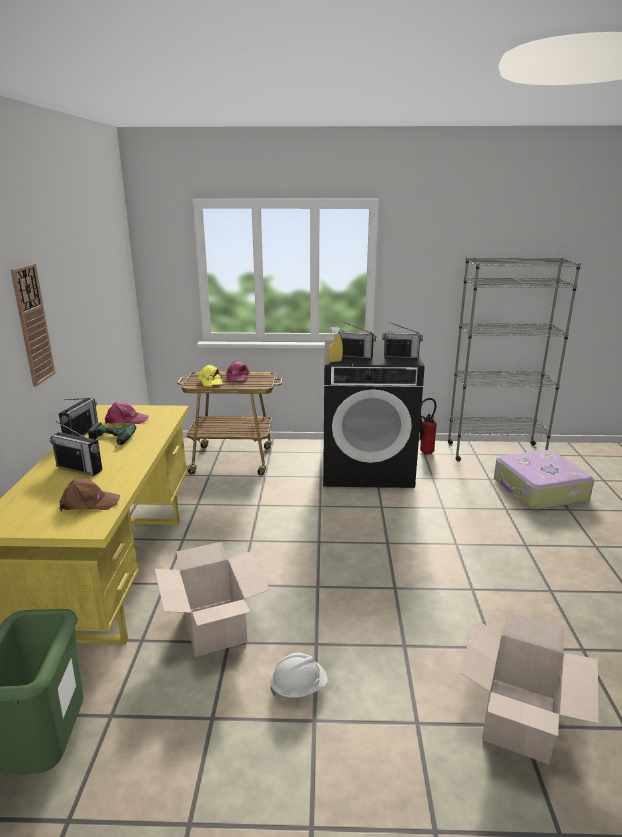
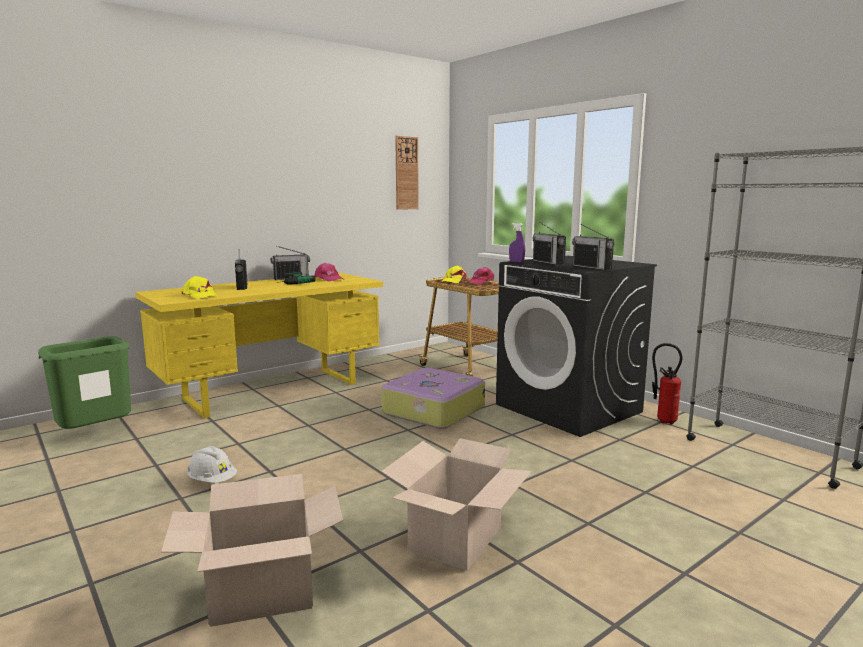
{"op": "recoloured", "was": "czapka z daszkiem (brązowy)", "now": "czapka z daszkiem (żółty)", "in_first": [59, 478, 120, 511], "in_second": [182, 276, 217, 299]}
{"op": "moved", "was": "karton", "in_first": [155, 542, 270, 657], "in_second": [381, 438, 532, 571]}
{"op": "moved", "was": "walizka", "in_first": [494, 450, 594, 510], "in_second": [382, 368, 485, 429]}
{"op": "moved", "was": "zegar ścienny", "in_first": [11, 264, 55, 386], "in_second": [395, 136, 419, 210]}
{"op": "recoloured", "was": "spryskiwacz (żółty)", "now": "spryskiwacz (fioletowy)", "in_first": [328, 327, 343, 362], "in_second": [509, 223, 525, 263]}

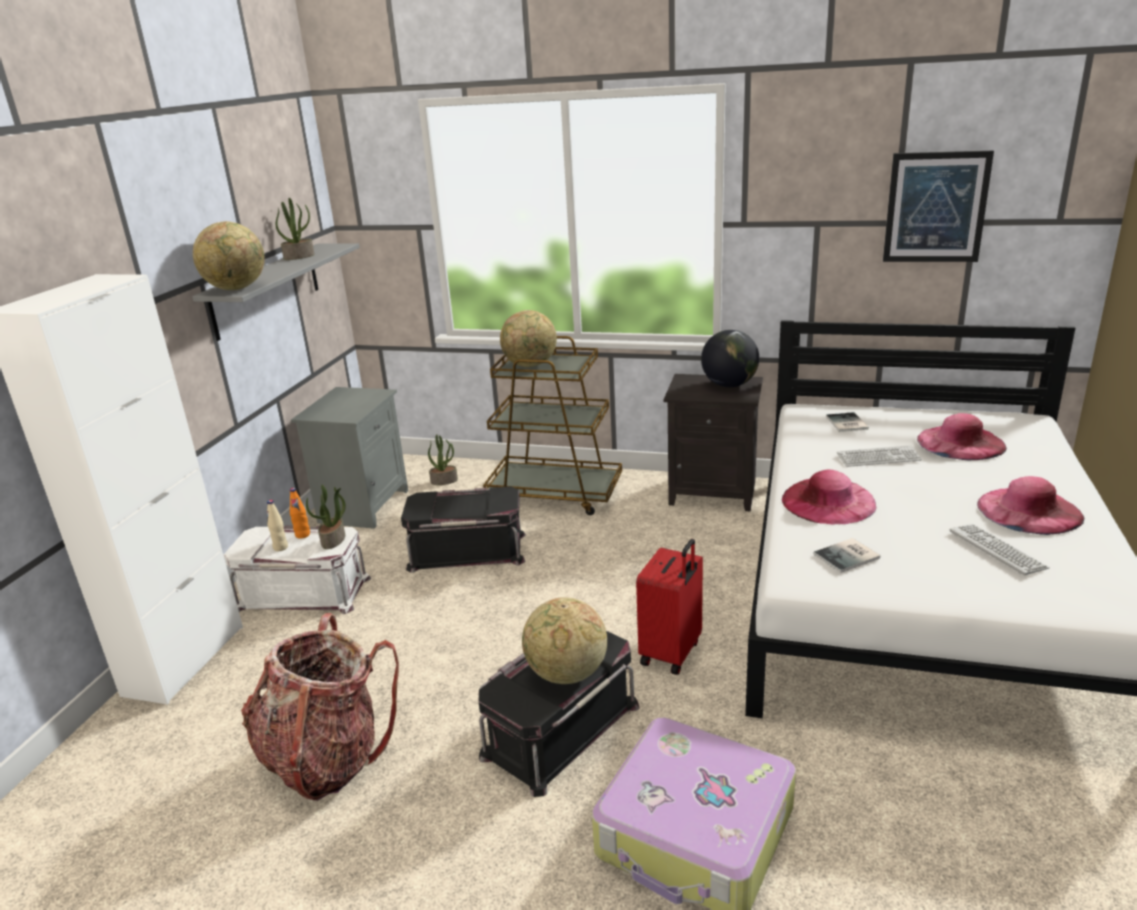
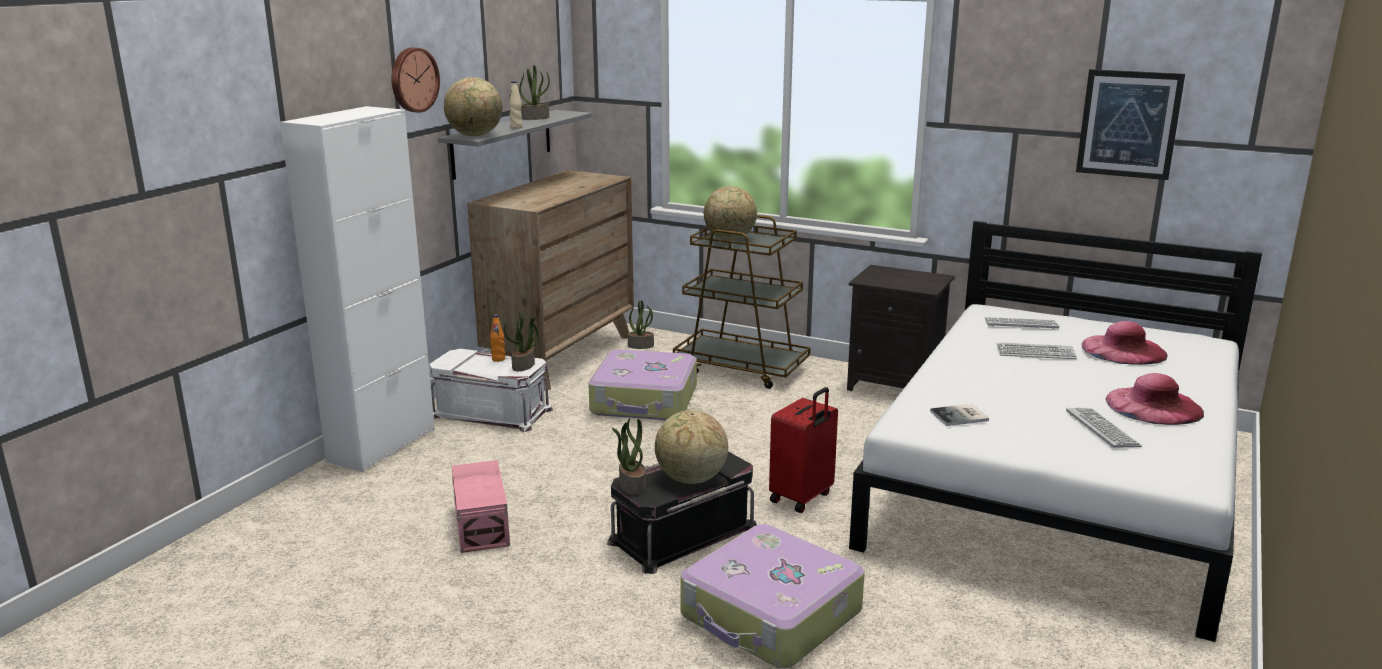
{"op": "added", "now": "zegar ścienny", "in_second": [392, 48, 440, 113]}
{"op": "replaced", "was": "plecak", "now": "pojemnik do przechowywania (różowy)", "in_first": [241, 613, 399, 801], "in_second": [452, 460, 510, 553]}
{"op": "replaced", "was": "szafka nocna (szary)", "now": "komoda (brązowy)", "in_first": [291, 387, 408, 529], "in_second": [467, 170, 634, 391]}
{"op": "moved", "was": "butelka (beżowy)", "in_first": [267, 500, 288, 551], "in_second": [509, 81, 523, 129]}
{"op": "replaced", "was": "pojemnik do przechowywania (czarny)", "now": "walizka", "in_first": [401, 486, 526, 573], "in_second": [588, 349, 697, 420]}
{"op": "added", "now": "roślina doniczkowa", "in_second": [612, 418, 646, 495]}
{"op": "replaced", "was": "książka", "now": "klawiatura", "in_first": [826, 412, 869, 432], "in_second": [985, 317, 1059, 329]}
{"op": "removed", "was": "globus", "in_first": [701, 330, 759, 387]}
{"op": "removed", "was": "kapelusz (różowy)", "in_first": [782, 470, 876, 524]}

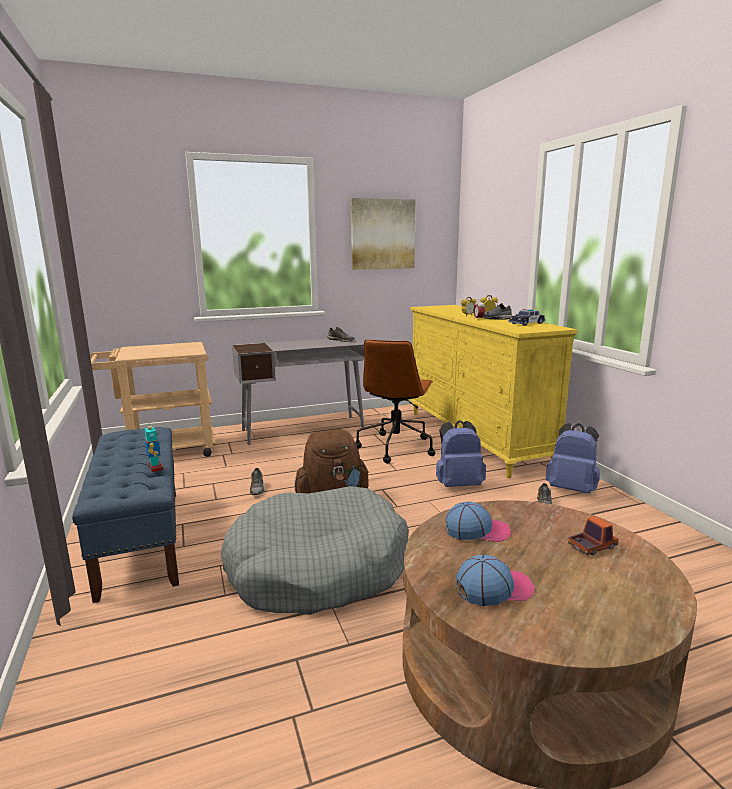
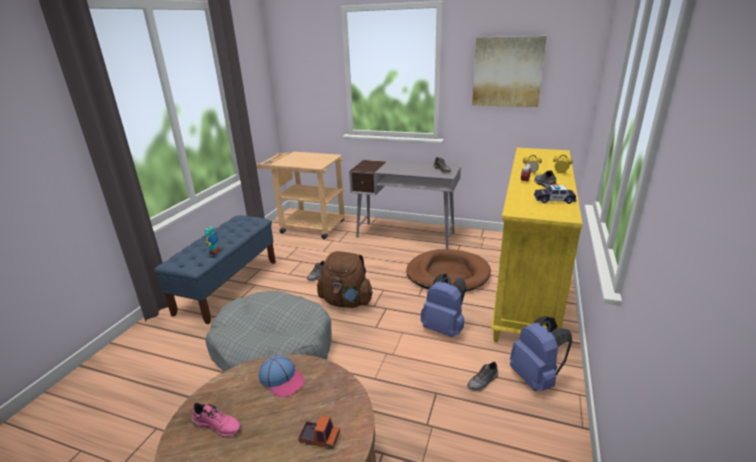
{"op": "replaced", "was": "czapka z daszkiem", "now": "but (różowy)", "in_first": [456, 554, 535, 606], "in_second": [191, 403, 241, 437]}
{"op": "replaced", "was": "krzesło biurowe (brązowy)", "now": "legowisko (brązowy)", "in_first": [356, 339, 435, 463], "in_second": [406, 249, 491, 292]}

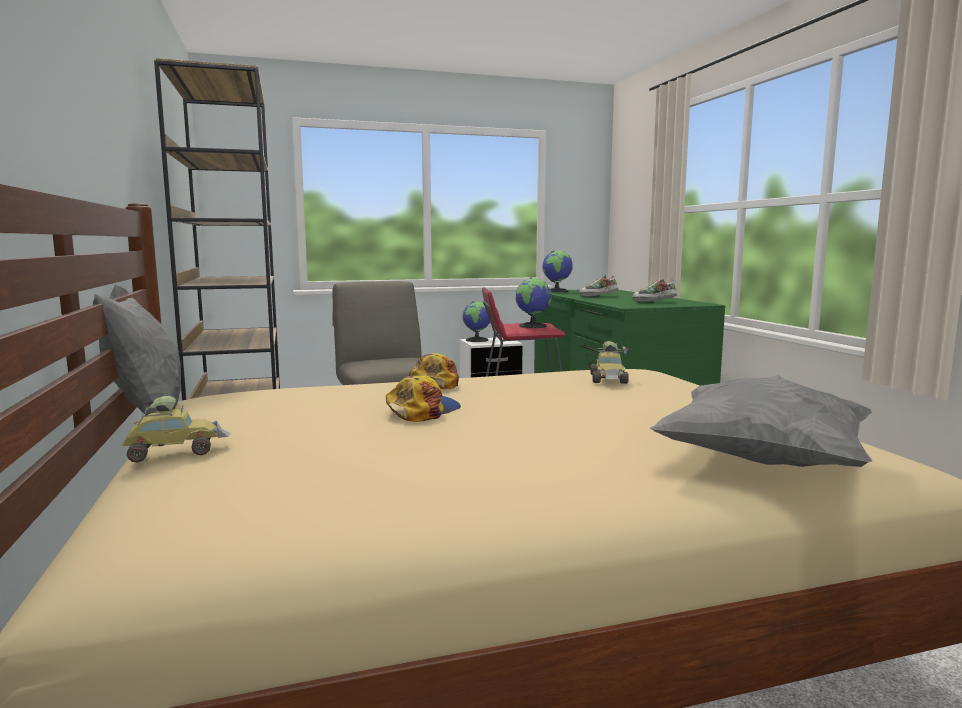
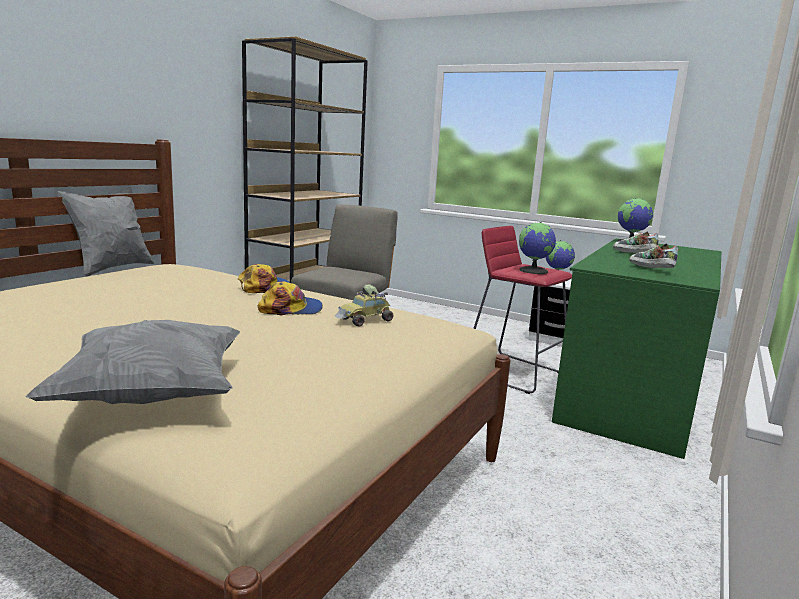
{"op": "moved", "was": "czapka z daszkiem", "in_first": [386, 376, 461, 422], "in_second": [258, 281, 323, 315]}
{"op": "removed", "was": "samochodzik", "in_first": [123, 396, 231, 463]}

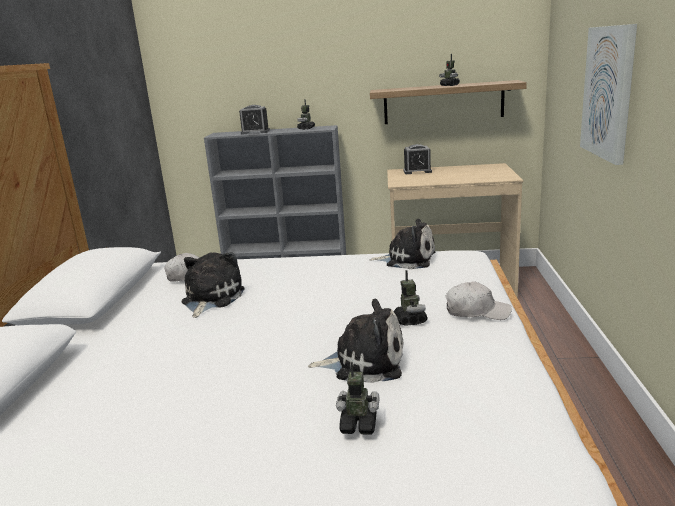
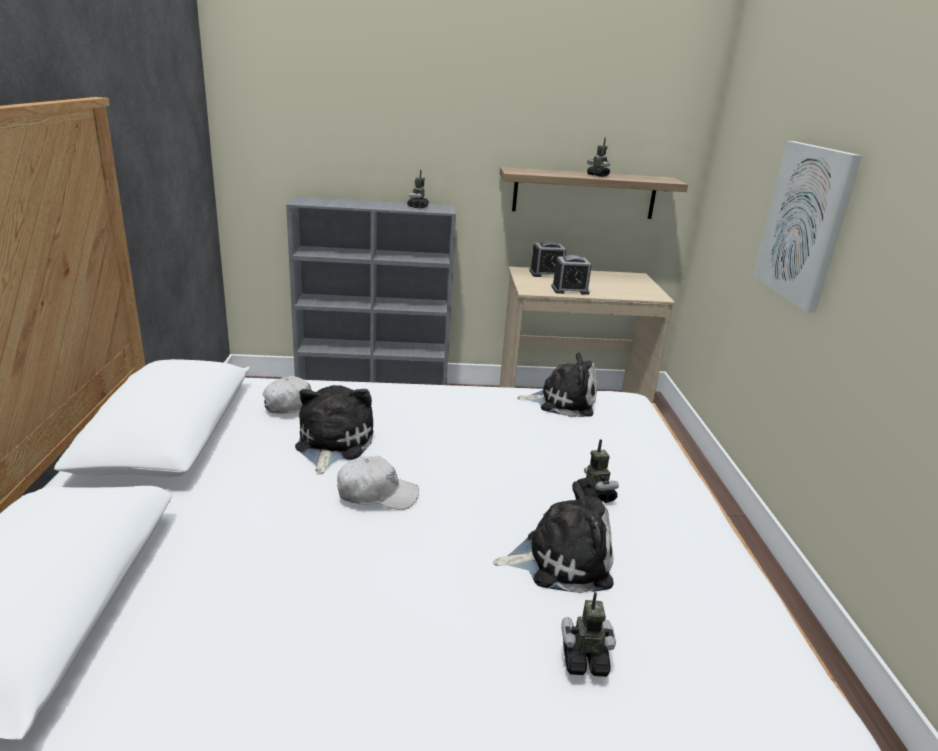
{"op": "moved", "was": "czapka z daszkiem (biały)", "in_first": [446, 281, 512, 320], "in_second": [337, 456, 419, 510]}
{"op": "moved", "was": "budzik", "in_first": [239, 105, 270, 135], "in_second": [551, 255, 591, 295]}

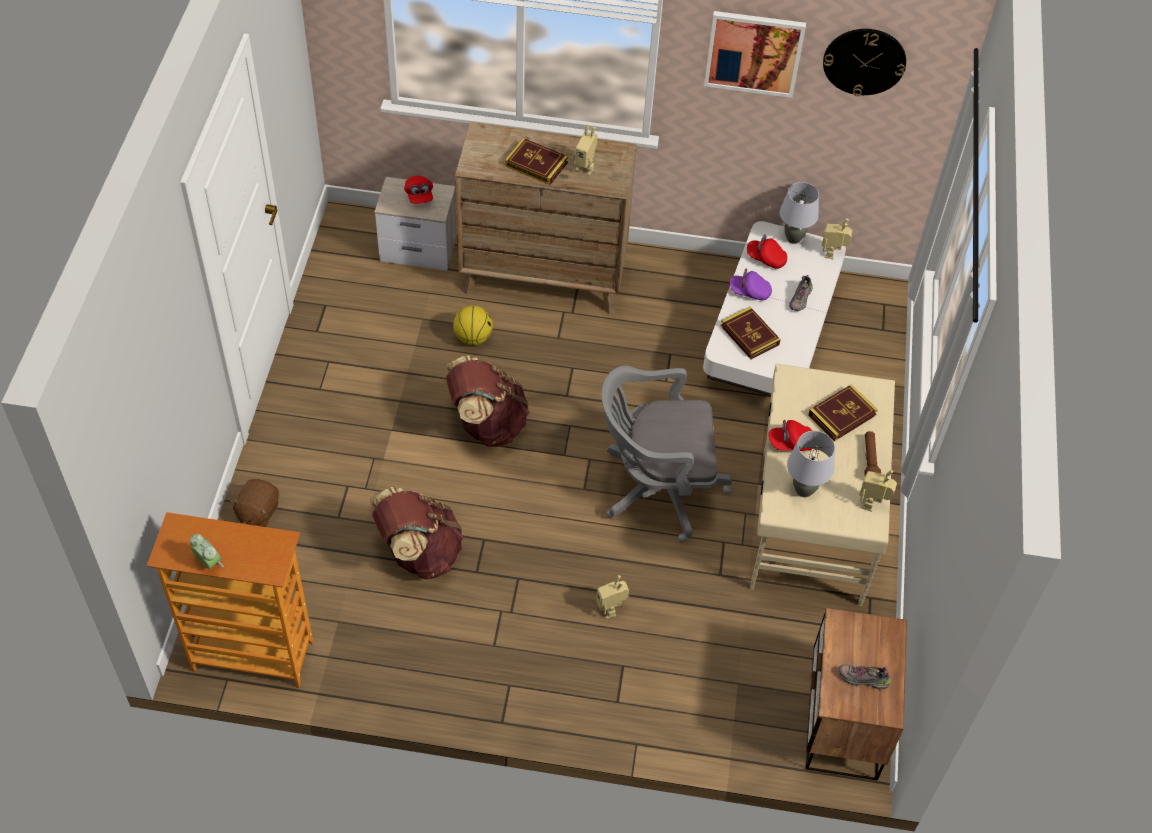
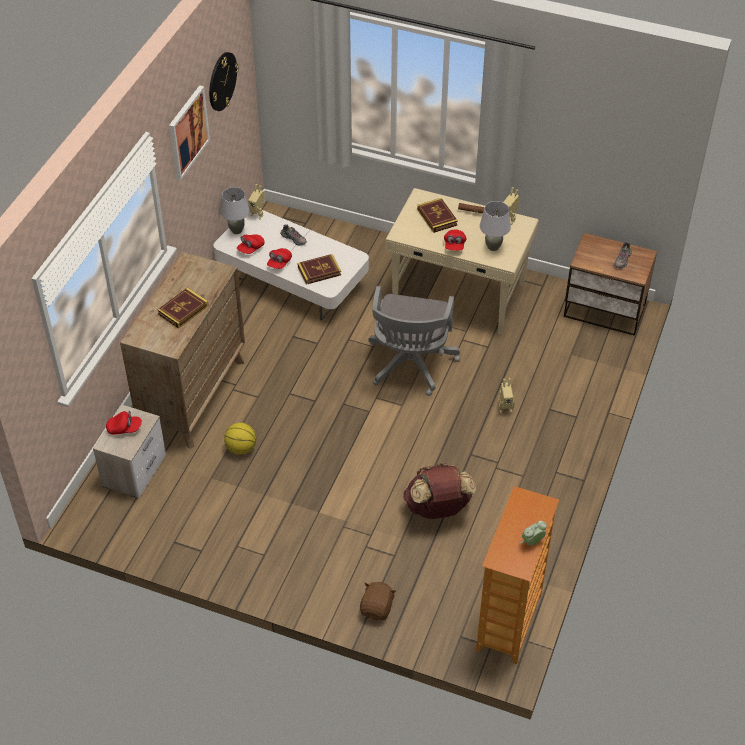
{"op": "recoloured", "was": "czapka z daszkiem (fioletowy)", "now": "czapka z daszkiem (czerwony)", "in_first": [730, 269, 772, 301], "in_second": [267, 248, 292, 269]}
{"op": "turned", "was": "pluszak (brązowy)", "in_first": [230, 479, 279, 527], "in_second": [360, 582, 396, 620], "clockwise": -105}
{"op": "removed", "was": "plecak (brązowy)", "in_first": [446, 355, 530, 447]}
{"op": "removed", "was": "robot zabawkowy", "in_first": [573, 124, 598, 176]}

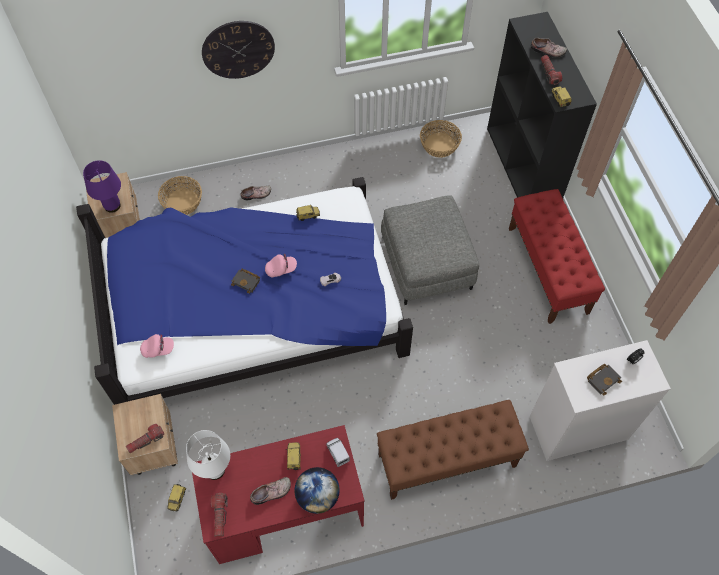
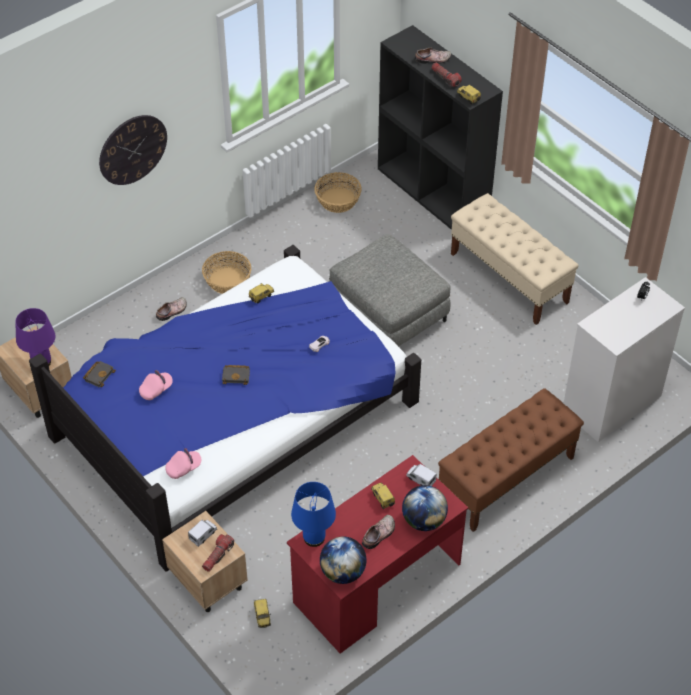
{"op": "moved", "was": "książka (czarny)", "in_first": [587, 364, 622, 396], "in_second": [83, 361, 116, 388]}
{"op": "moved", "was": "czapka z daszkiem (różowy)", "in_first": [265, 254, 297, 278], "in_second": [139, 370, 173, 400]}
{"op": "added", "now": "ciężarówka zabawkowa", "in_second": [188, 520, 217, 547]}
{"op": "moved", "was": "koszyk", "in_first": [158, 176, 202, 215], "in_second": [202, 251, 251, 294]}
{"op": "recoloured", "was": "lampa stołowa (biały)", "now": "lampa stołowa (niebieski)", "in_first": [186, 430, 230, 480], "in_second": [291, 482, 336, 547]}
{"op": "replaced", "was": "latarka", "now": "globus", "in_first": [211, 493, 228, 537], "in_second": [320, 537, 367, 584]}
{"op": "recoloured", "was": "ławka (czerwony)", "now": "ławka (beżowy)", "in_first": [509, 189, 605, 324], "in_second": [451, 193, 578, 325]}

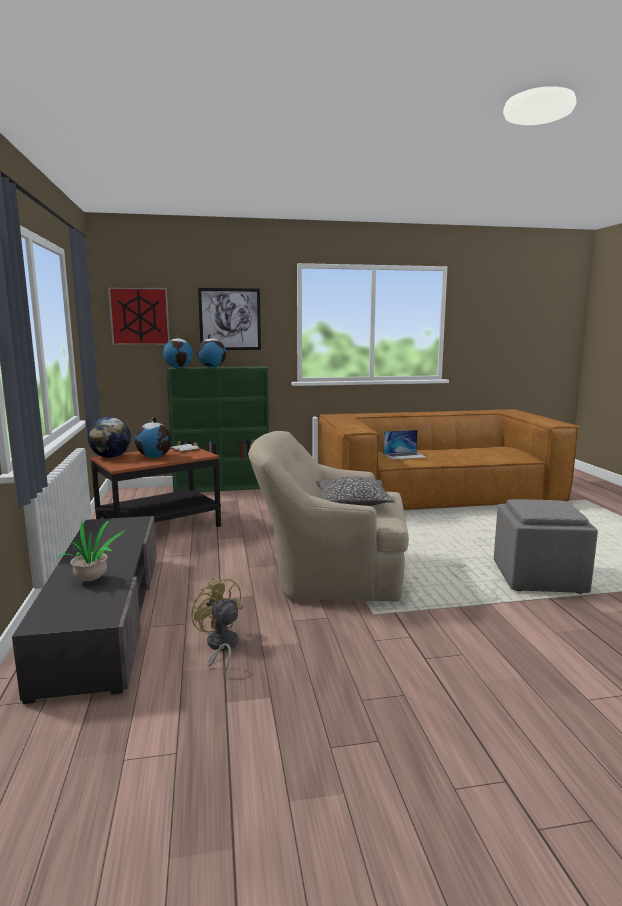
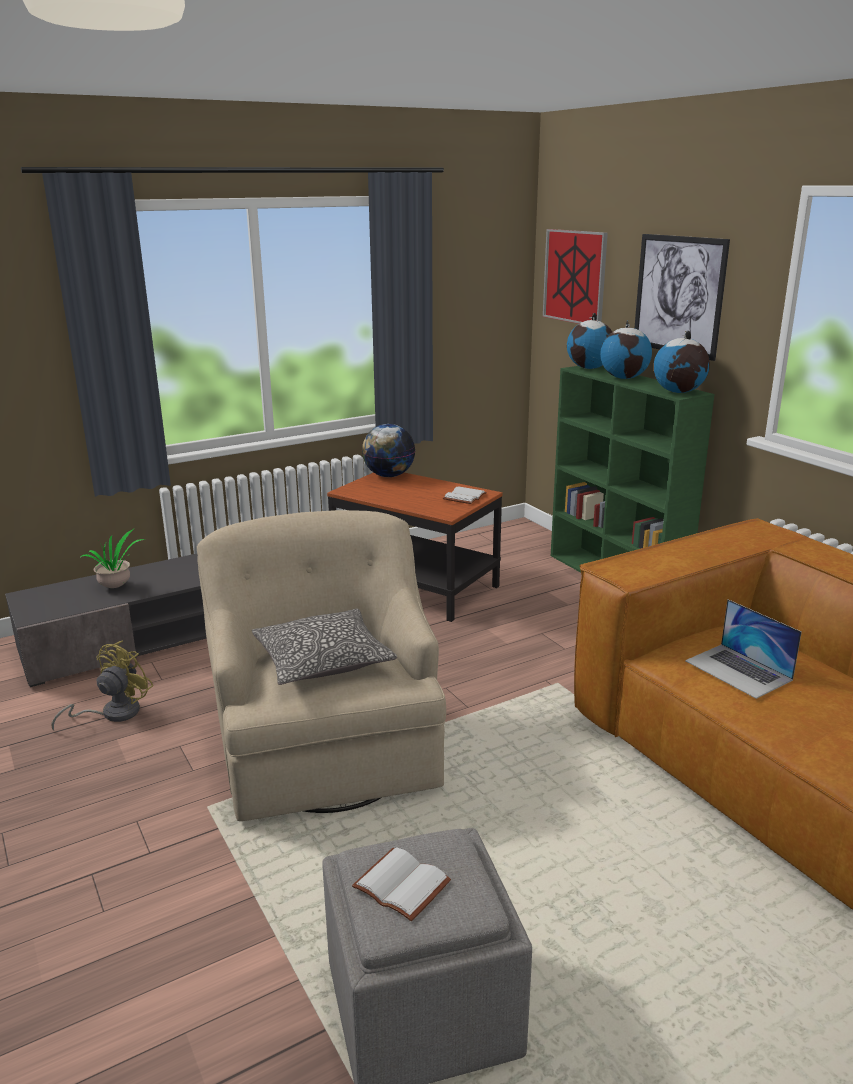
{"op": "added", "now": "książka (biały)", "in_second": [352, 847, 451, 921]}
{"op": "moved", "was": "globus", "in_first": [135, 417, 172, 458], "in_second": [653, 331, 710, 393]}

